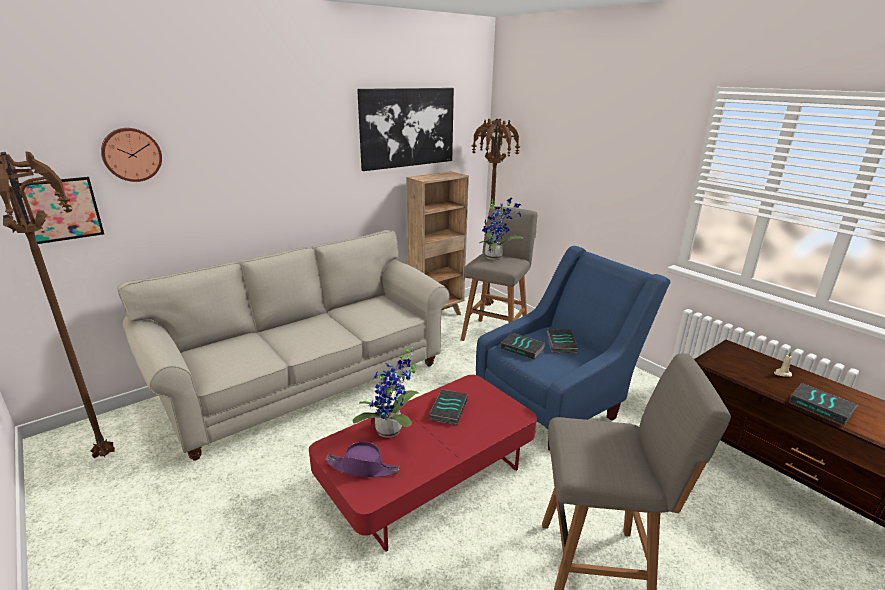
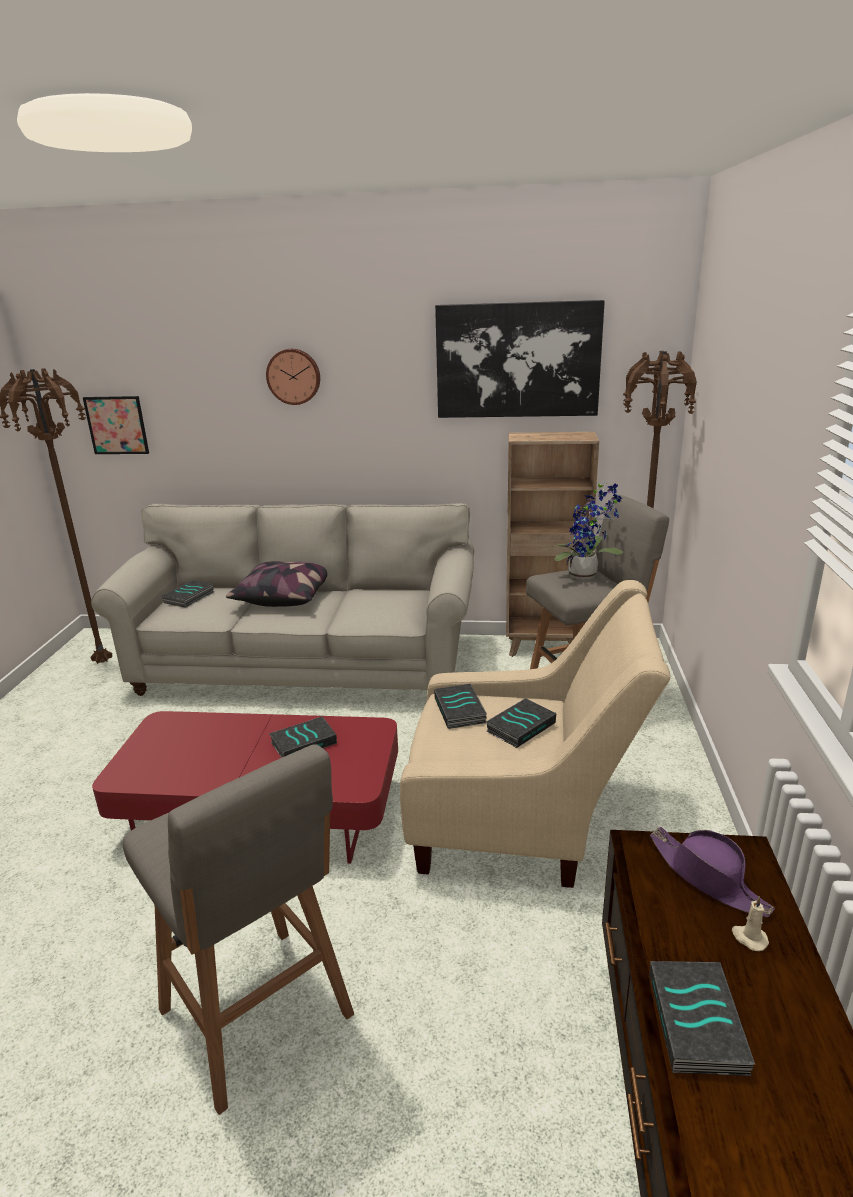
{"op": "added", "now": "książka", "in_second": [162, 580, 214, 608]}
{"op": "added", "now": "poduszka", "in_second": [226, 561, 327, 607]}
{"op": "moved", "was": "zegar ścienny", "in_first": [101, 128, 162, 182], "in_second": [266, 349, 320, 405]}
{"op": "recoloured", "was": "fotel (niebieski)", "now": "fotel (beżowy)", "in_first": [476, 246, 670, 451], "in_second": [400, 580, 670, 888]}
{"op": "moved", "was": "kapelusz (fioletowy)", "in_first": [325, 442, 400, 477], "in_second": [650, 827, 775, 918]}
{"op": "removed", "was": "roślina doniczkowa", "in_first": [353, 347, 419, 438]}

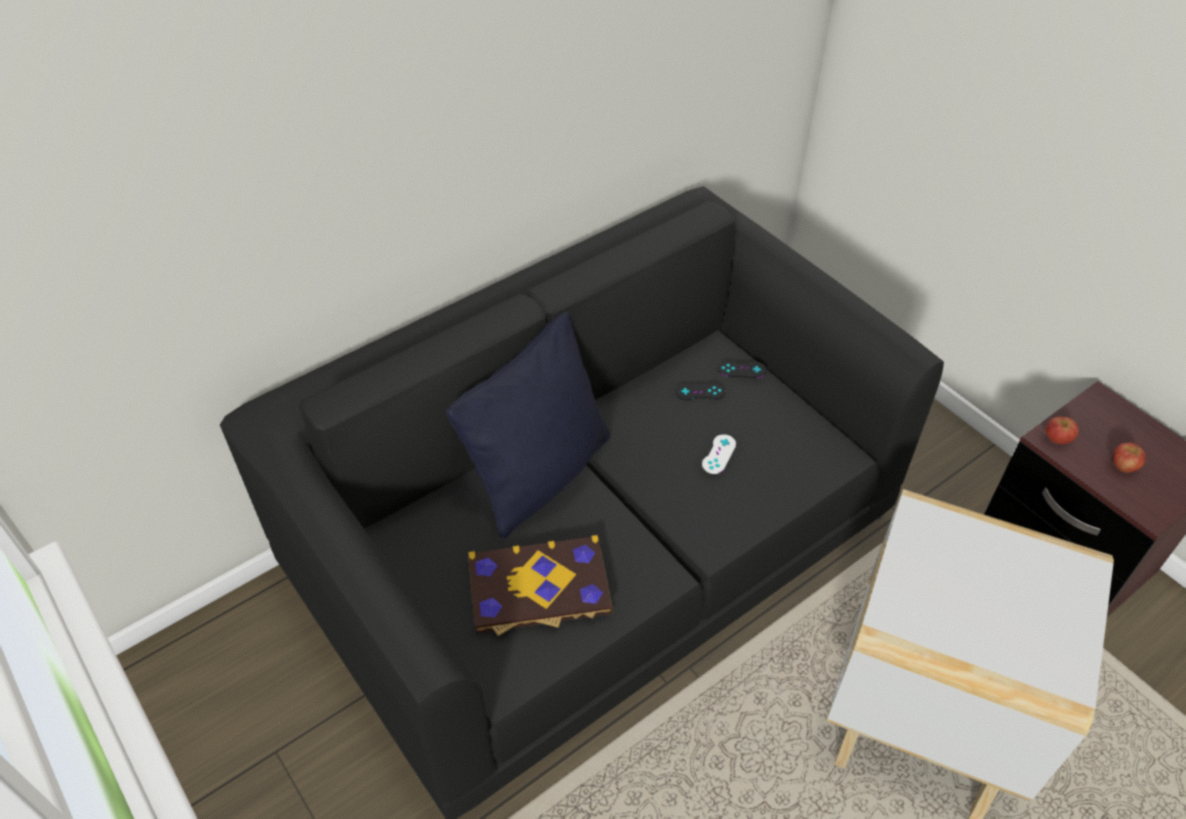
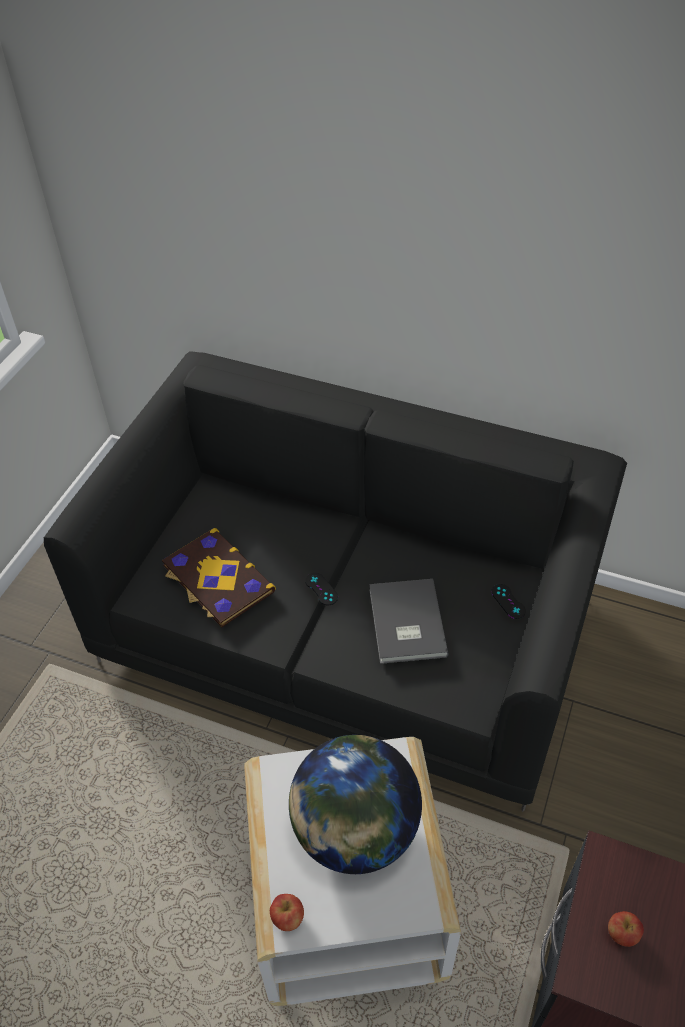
{"op": "moved", "was": "jabłko", "in_first": [1046, 416, 1079, 444], "in_second": [270, 894, 304, 931]}
{"op": "added", "now": "globus", "in_second": [289, 735, 422, 874]}
{"op": "moved", "was": "pad do gier (czarny)", "in_first": [675, 383, 725, 401], "in_second": [305, 573, 338, 605]}
{"op": "replaced", "was": "pad do gier (biały)", "now": "książka (szary)", "in_first": [702, 434, 736, 474], "in_second": [369, 579, 449, 664]}
{"op": "removed", "was": "poduszka (czarny)", "in_first": [446, 312, 610, 538]}

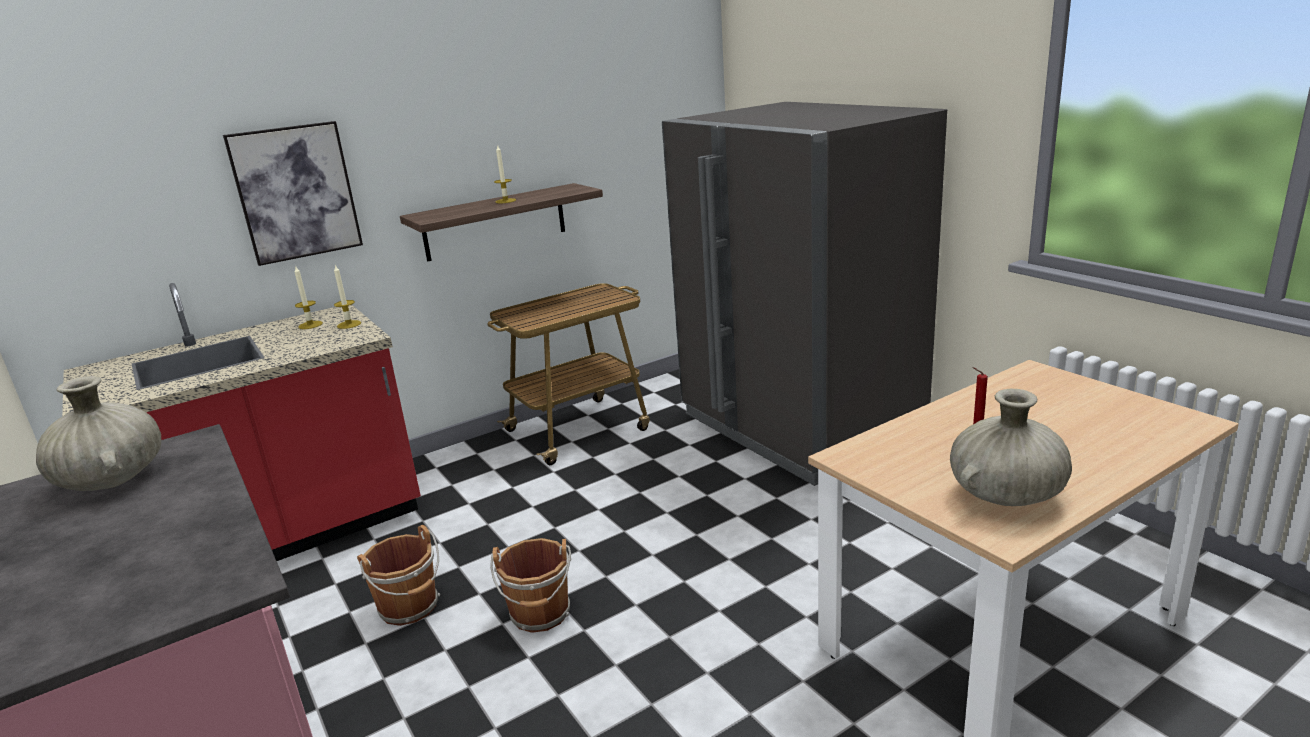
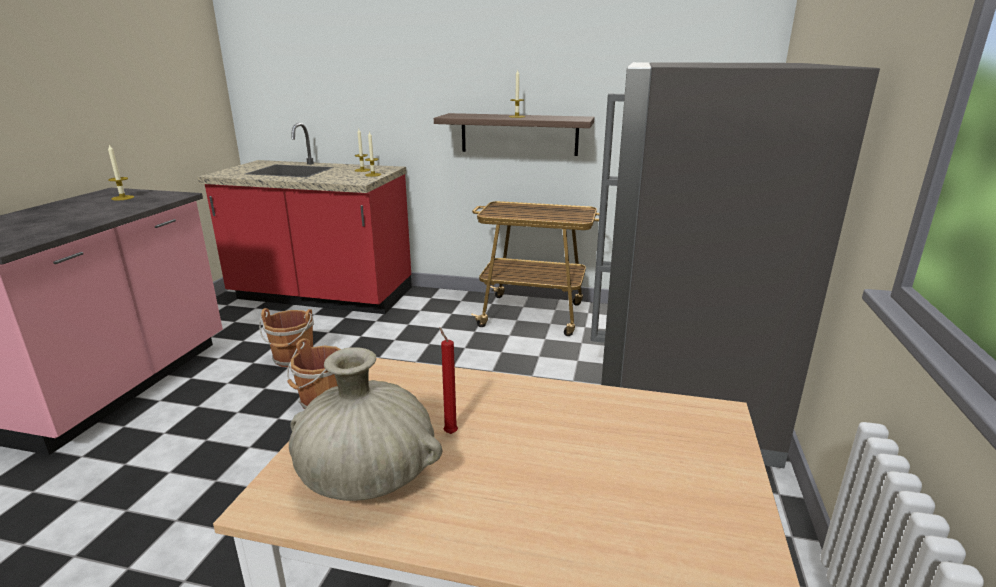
{"op": "replaced", "was": "wazon (beżowy)", "now": "świeca", "in_first": [36, 376, 161, 491], "in_second": [108, 145, 134, 200]}
{"op": "removed", "was": "obraz", "in_first": [223, 121, 363, 266]}

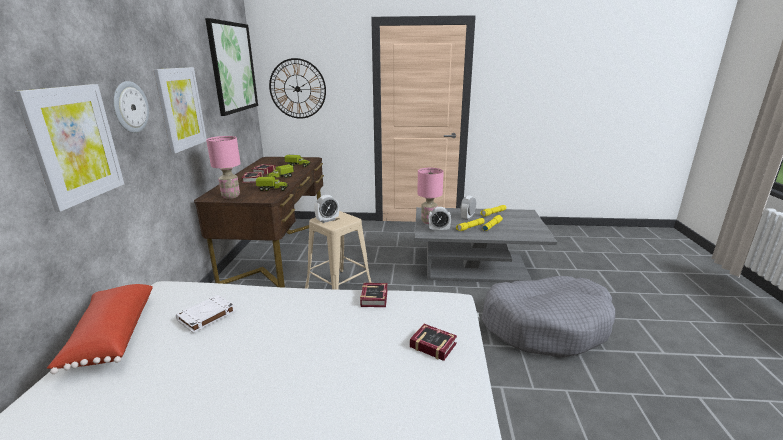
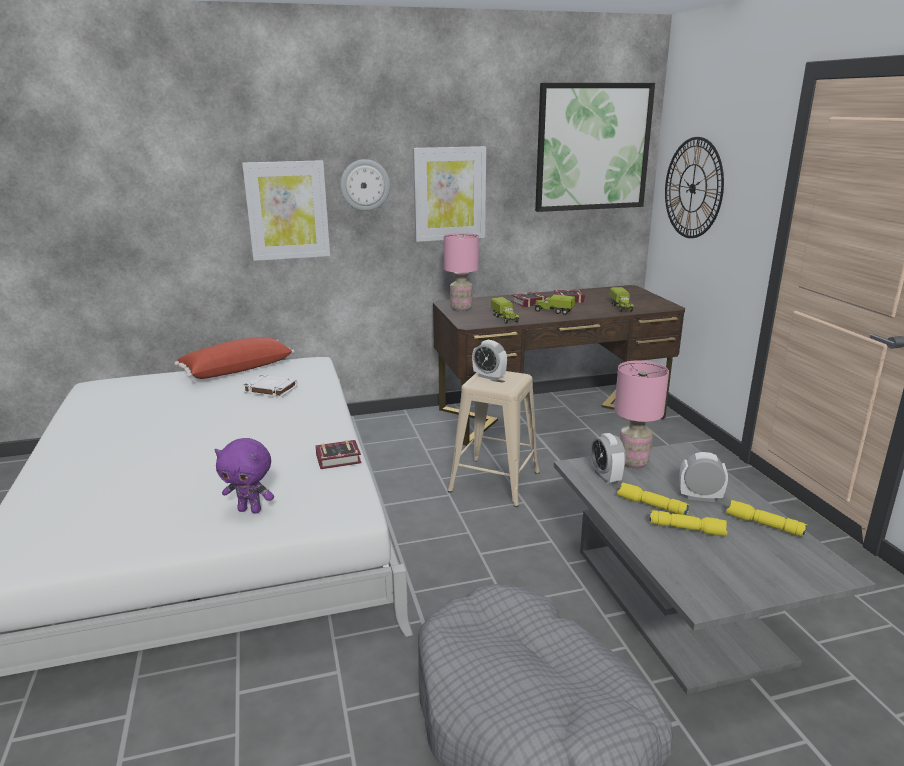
{"op": "replaced", "was": "książka", "now": "pluszak (fioletowy)", "in_first": [410, 324, 457, 361], "in_second": [215, 438, 274, 514]}

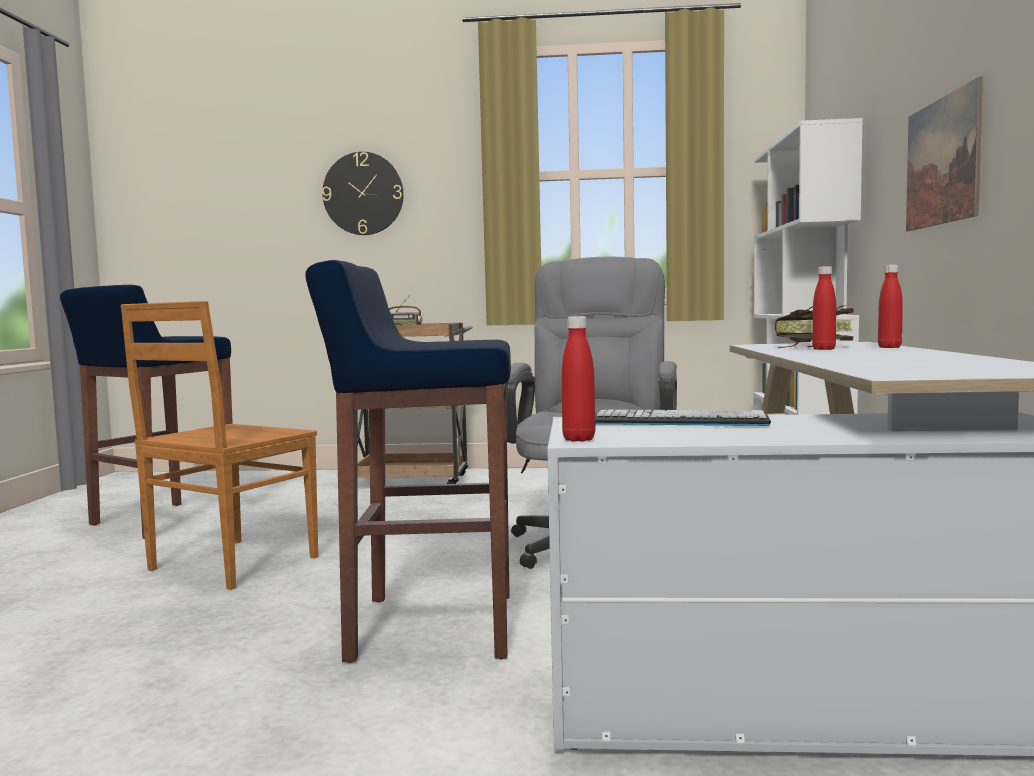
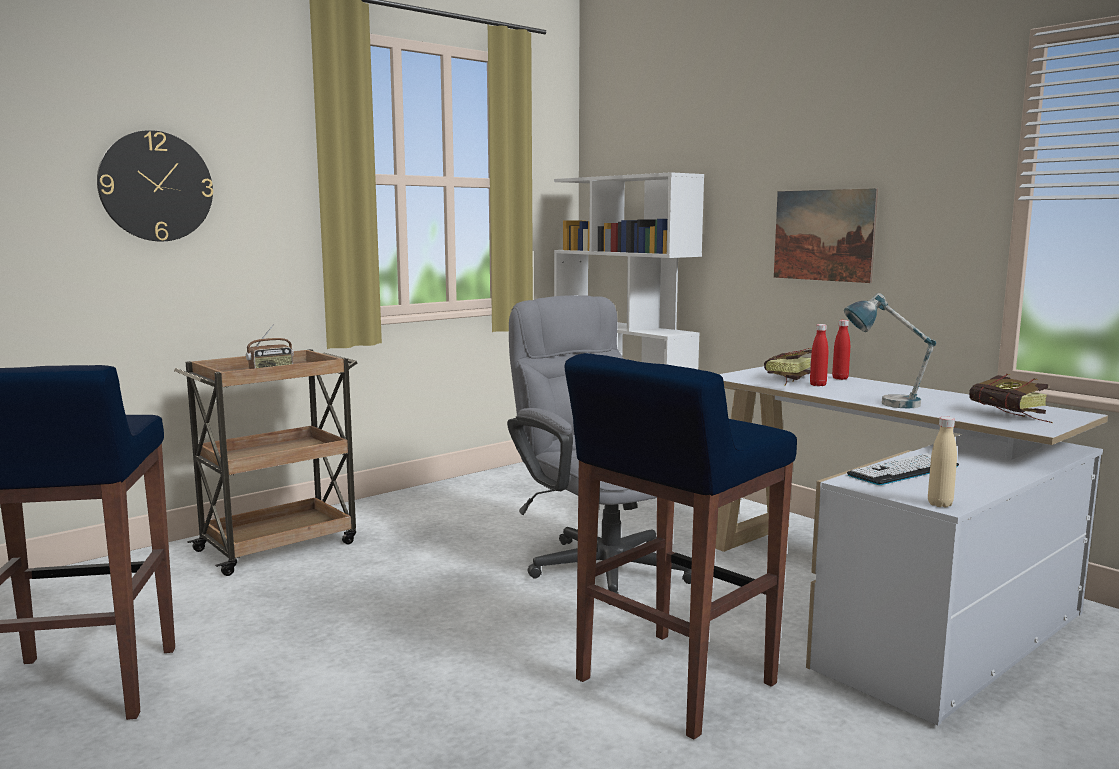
{"op": "added", "now": "lampa stołowa", "in_second": [844, 293, 936, 408]}
{"op": "recoloured", "was": "butelka (czerwony)", "now": "butelka (beżowy)", "in_first": [562, 316, 595, 442], "in_second": [928, 416, 957, 507]}
{"op": "added", "now": "książka", "in_second": [969, 374, 1052, 423]}
{"op": "removed", "was": "krzesło (brązowy)", "in_first": [121, 301, 318, 590]}

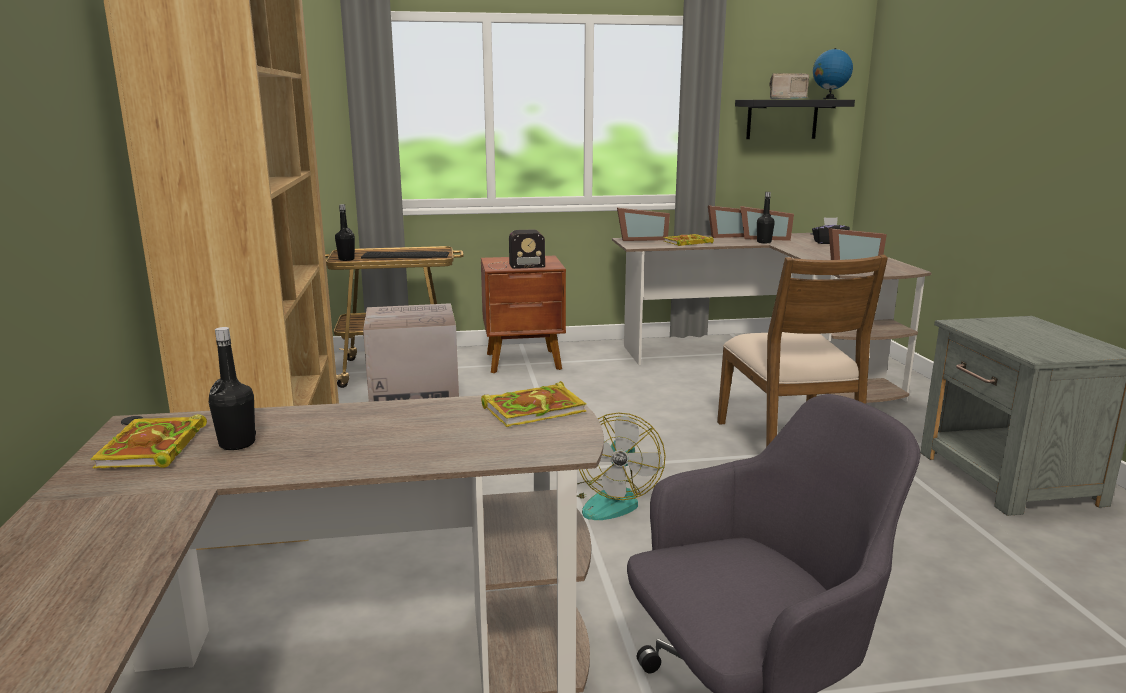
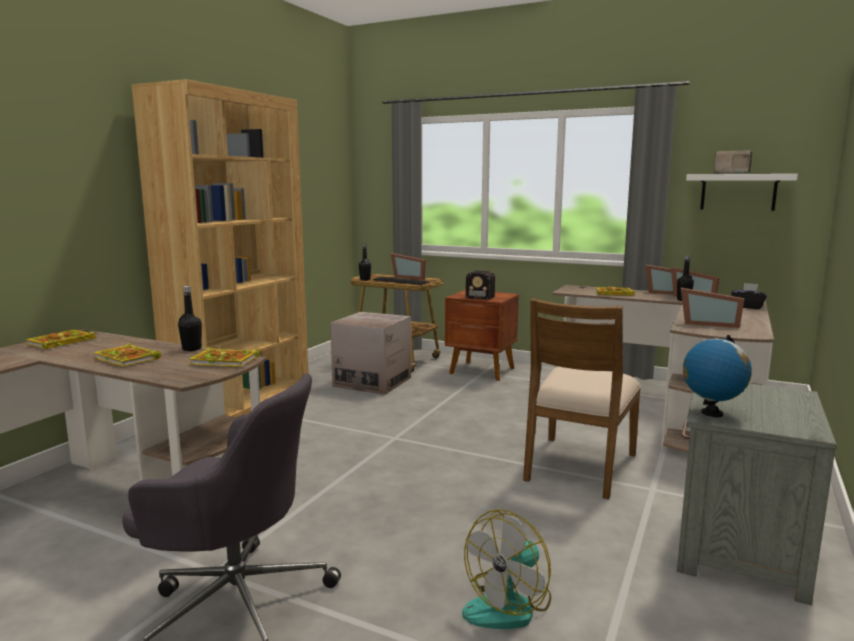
{"op": "added", "now": "książka", "in_second": [94, 343, 161, 367]}
{"op": "moved", "was": "butelka (czarny)", "in_first": [208, 327, 256, 450], "in_second": [178, 286, 202, 351]}
{"op": "moved", "was": "ramka na zdjęcie", "in_first": [617, 208, 670, 241], "in_second": [390, 253, 426, 279]}
{"op": "moved", "was": "wentylator", "in_first": [577, 413, 666, 520], "in_second": [462, 509, 551, 629]}
{"op": "moved", "was": "globus", "in_first": [813, 48, 853, 99], "in_second": [683, 335, 752, 417]}
{"op": "recoloured", "was": "półka (czarny)", "now": "półka (biały)", "in_first": [735, 100, 855, 139], "in_second": [686, 174, 798, 211]}

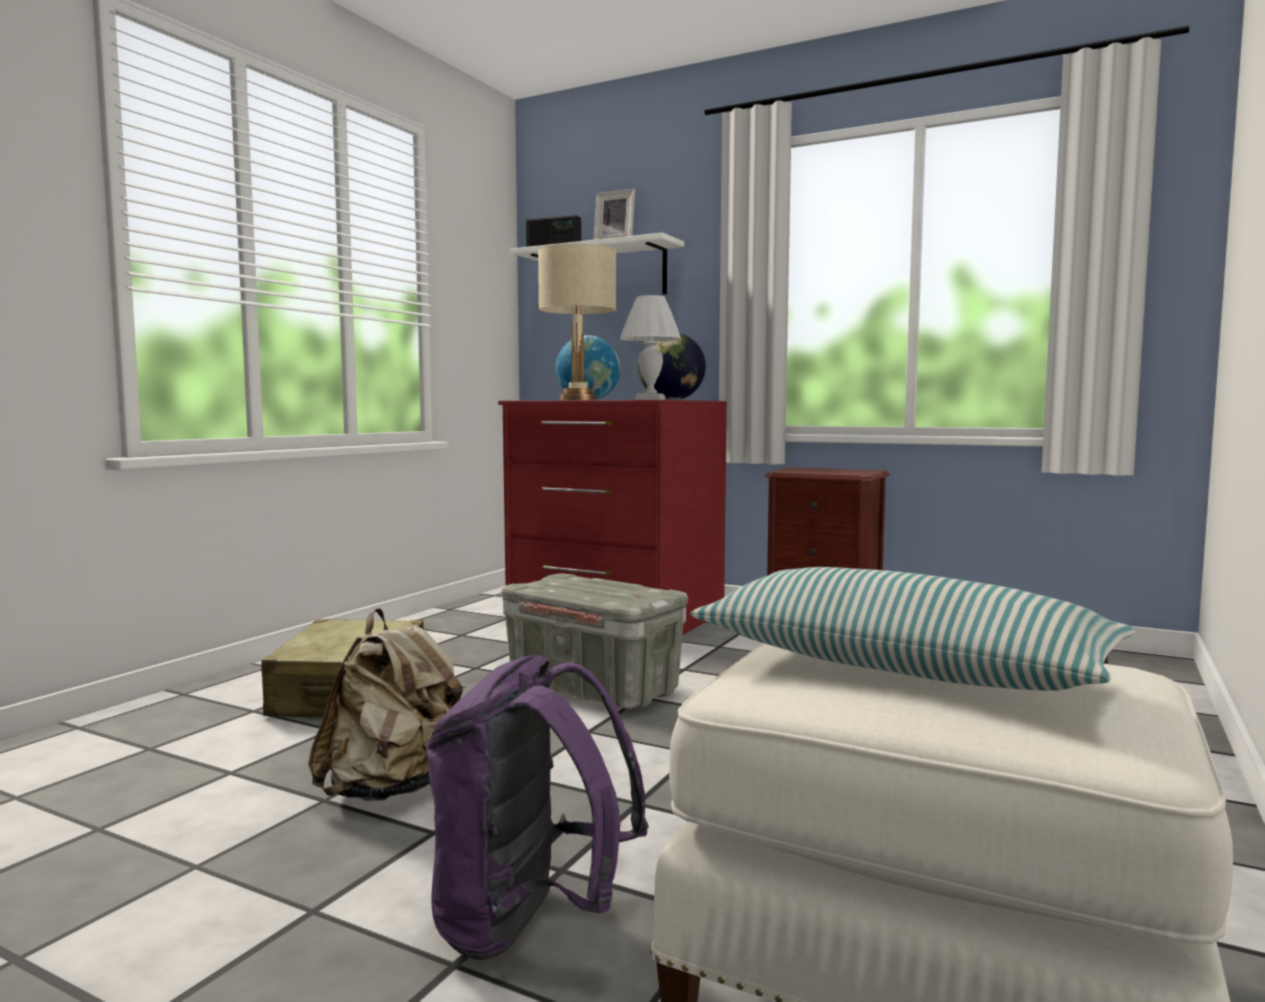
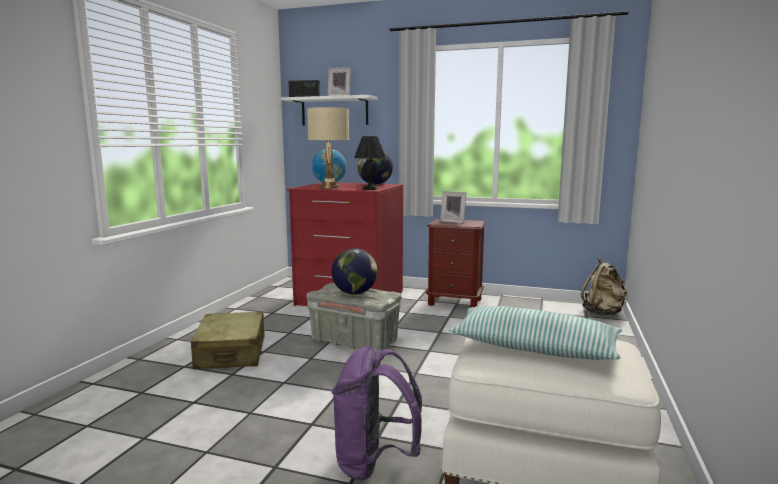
{"op": "added", "now": "globus", "in_second": [331, 248, 378, 295]}
{"op": "recoloured", "was": "lampa stołowa (biały)", "now": "lampa stołowa (czarny)", "in_first": [620, 295, 681, 400], "in_second": [354, 136, 386, 190]}
{"op": "added", "now": "ramka na zdjęcie", "in_second": [440, 191, 467, 223]}
{"op": "moved", "was": "plecak (beżowy)", "in_first": [308, 608, 466, 801], "in_second": [581, 257, 627, 315]}

